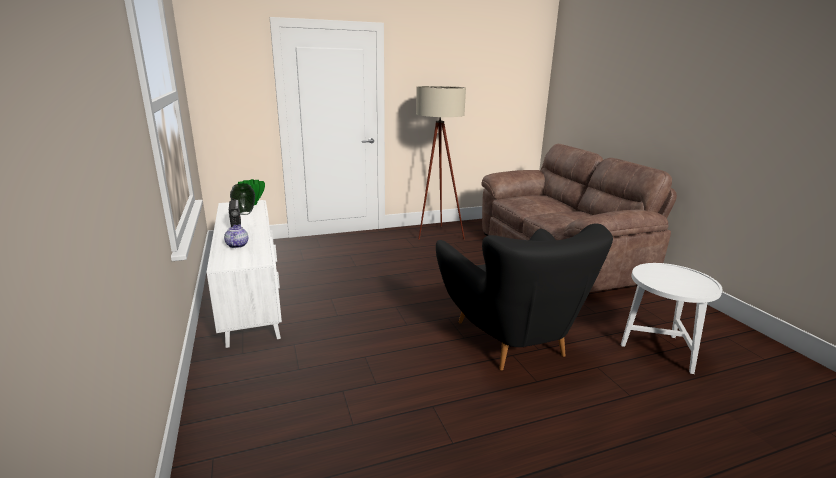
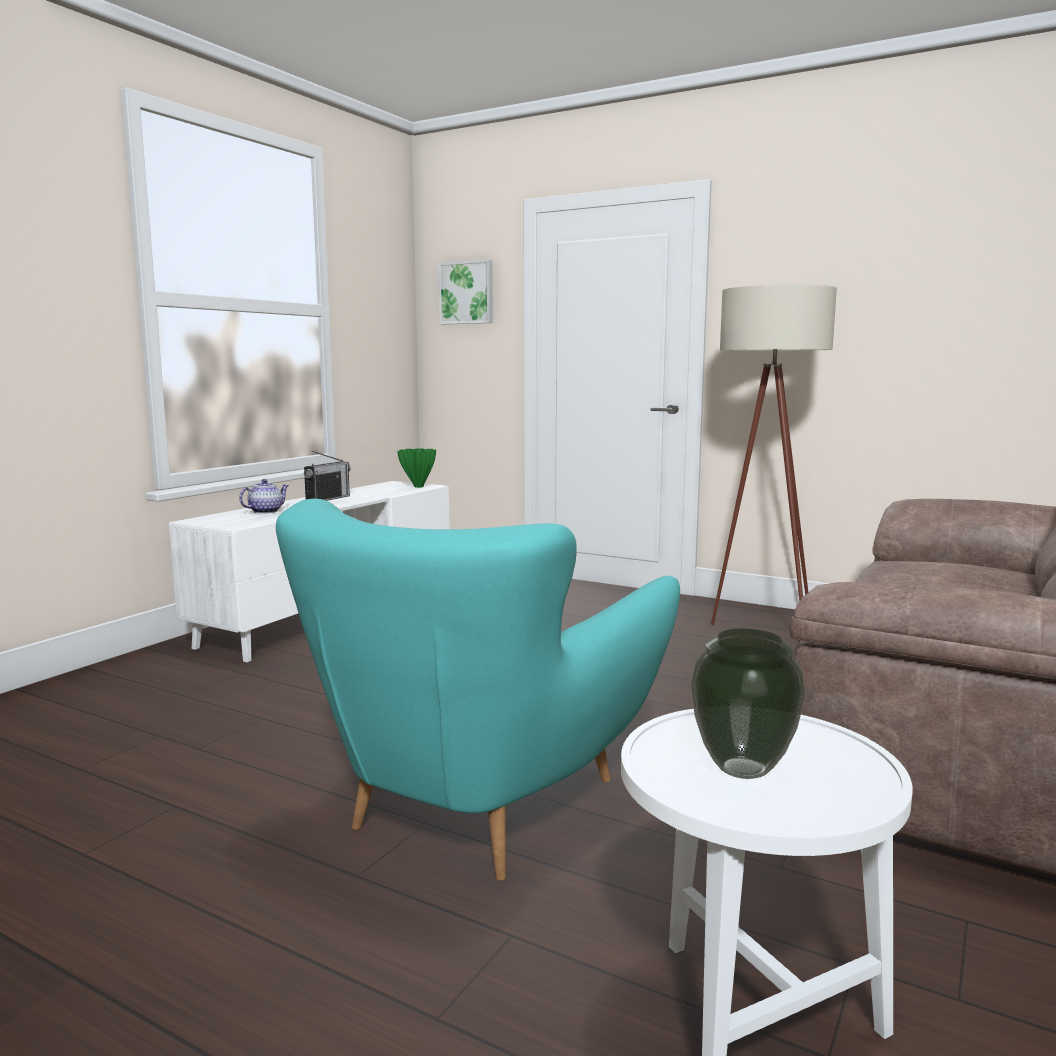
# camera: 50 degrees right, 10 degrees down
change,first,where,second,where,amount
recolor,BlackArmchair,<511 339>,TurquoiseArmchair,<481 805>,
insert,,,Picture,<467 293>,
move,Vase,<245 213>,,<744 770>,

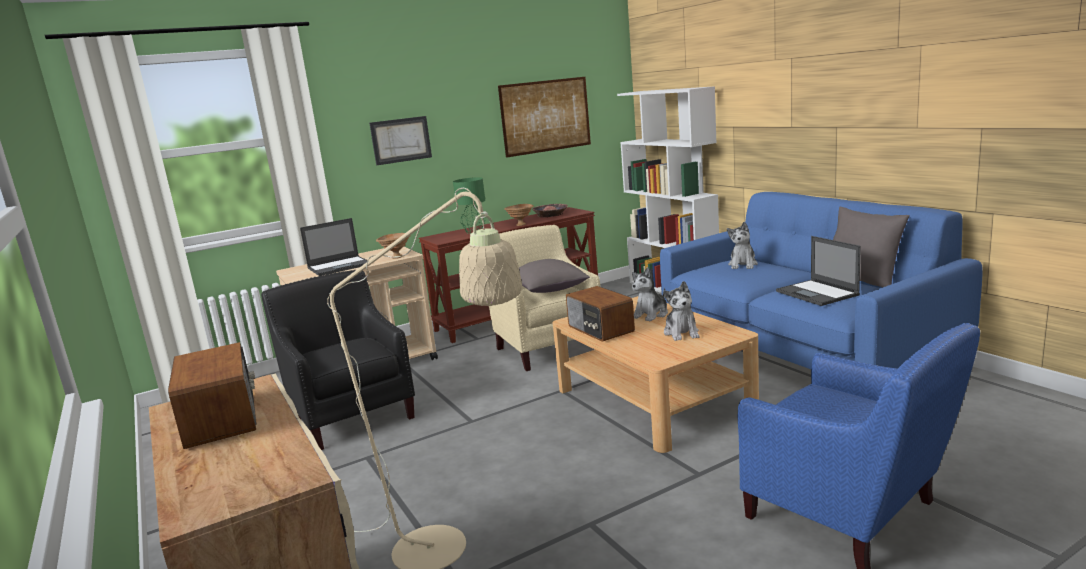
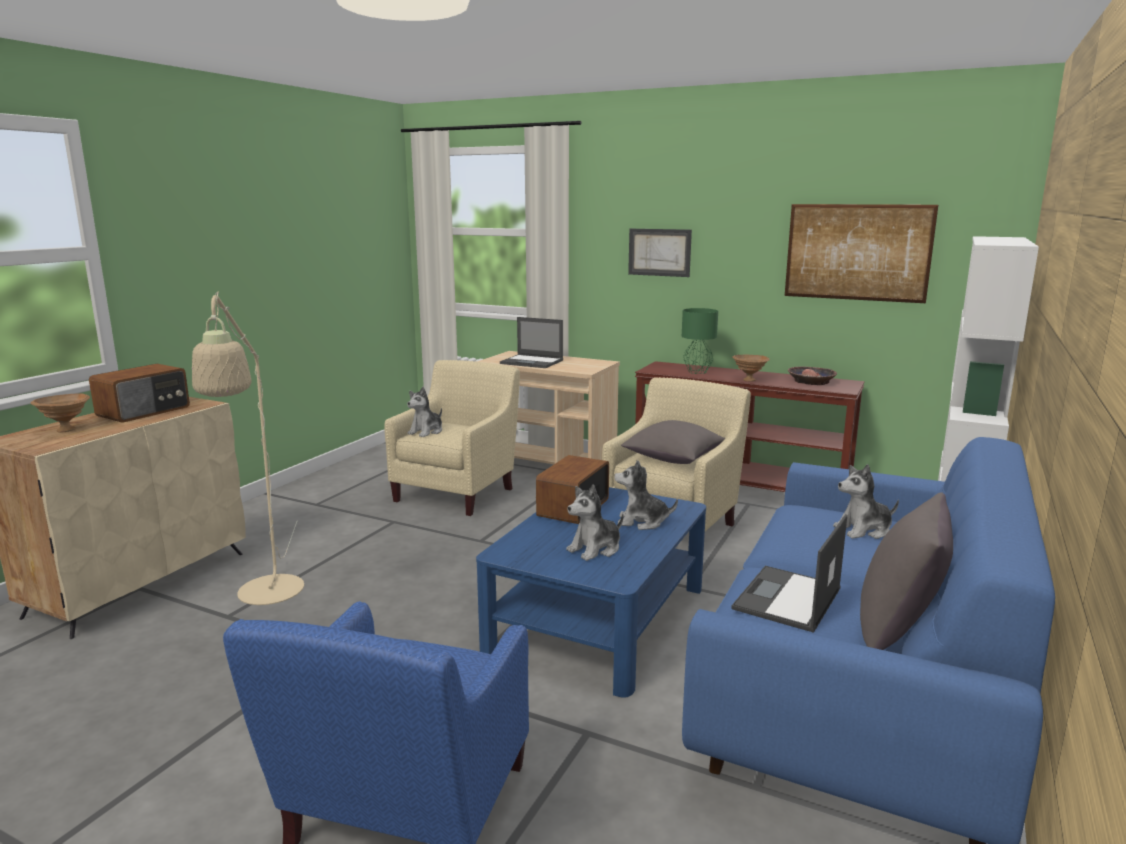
# camera: 55 degrees right, 0 degrees up
change,first,where,second,where,amount
move,BrownBowl,<396 257>,,<65 430>,
recolor,BlackArmchair,<352 414>,BeigeArmchair,<458 492>,
insert,,,PlushToy,<426 431>,
recolor,BeigeCoffeeTable,<653 400>,BlueCoffeeTable,<599 619>,

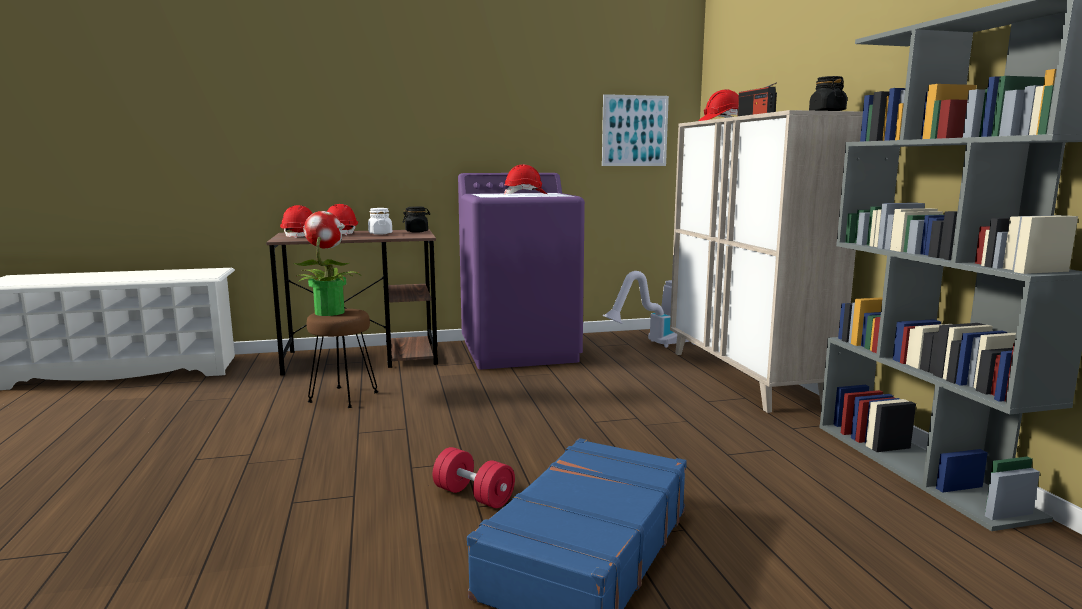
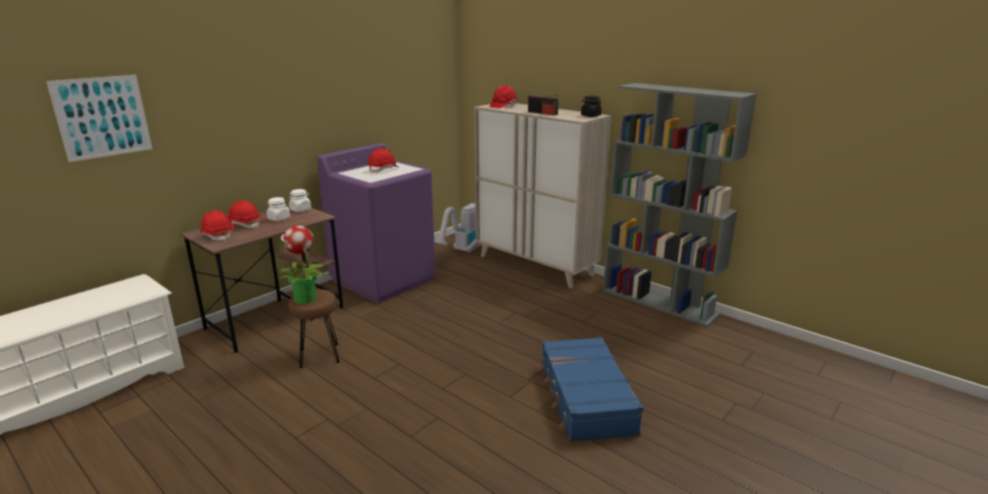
# camera: 35 degrees left, 10 degrees up
change,first,where,second,where,amount
move,Picture,<635 131>,,<102 117>,
recolor,BlackJar,<417 231>,WhiteJar,<300 209>,
delete,RedDumbbell,<474 496>,,,

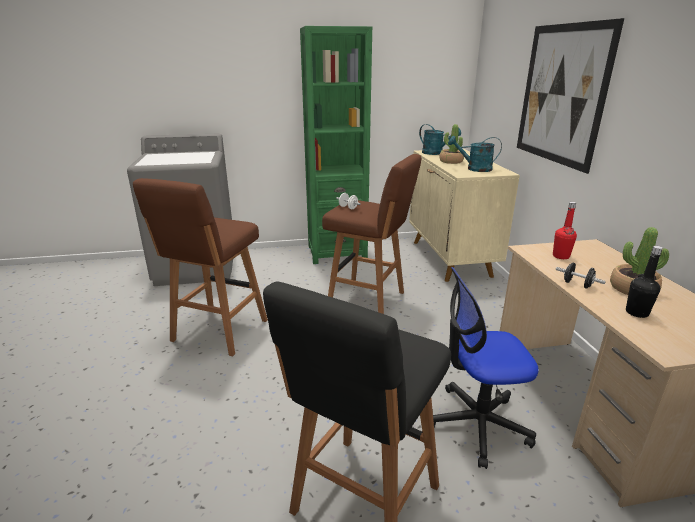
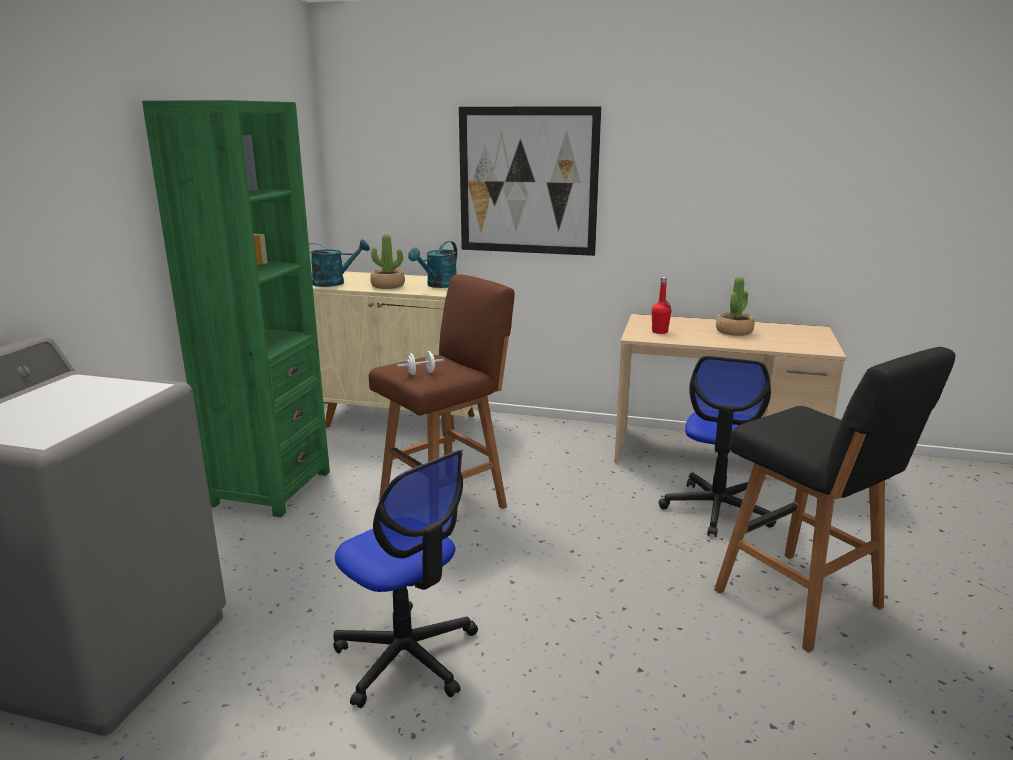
# camera: 65 degrees left, 5 degrees down
change,first,where,second,where,amount
replace,BrownStool,<218 332>,OfficeChair,<406 657>,
delete,BlackDumbbell,<577 284>,,,
delete,BlackBottle,<636 313>,,,

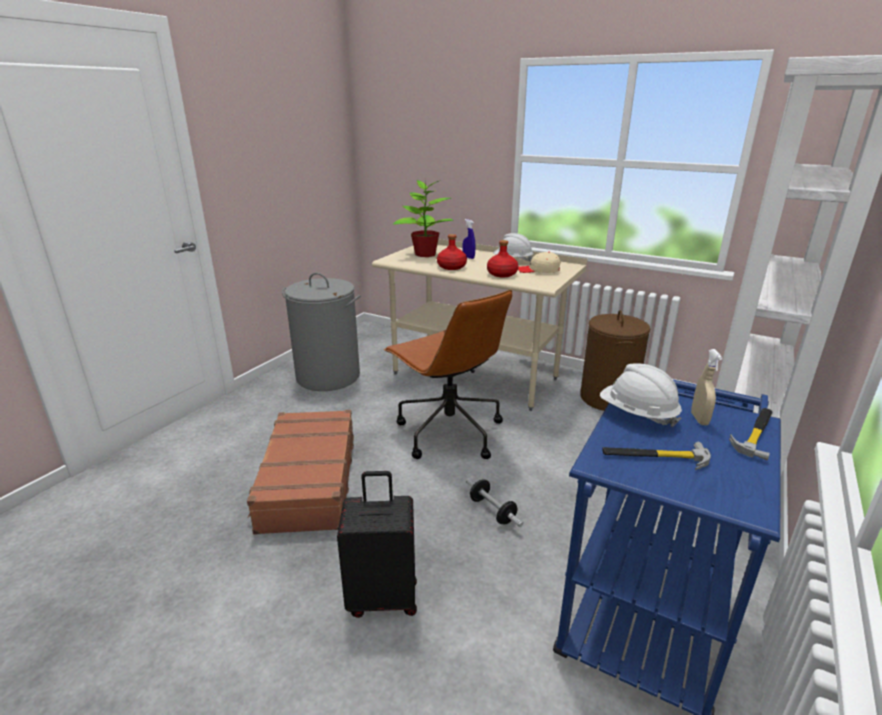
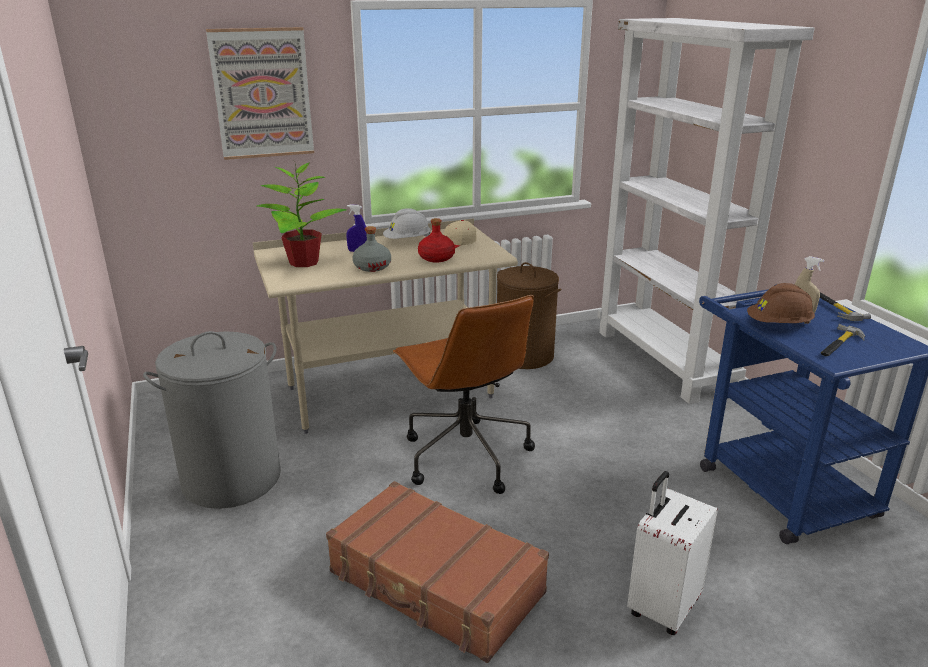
# camera: 50 degrees left, 0 degrees up
change,first,where,second,where,amount
insert,,,Picture,<262 94>,
recolor,RedBottle,<452 267>,GreyBottle,<372 267>,
rotate,BrownOfficeChair,<448 432>,,<465 455>,60 degrees clockwise
recolor,BlackSuitcase,<383 597>,WhiteSuitcase,<662 606>,
recolor,WhiteHardHat,<637 414>,BrownHardHat,<778 325>,
delete,Dumbbell,<492 511>,,,

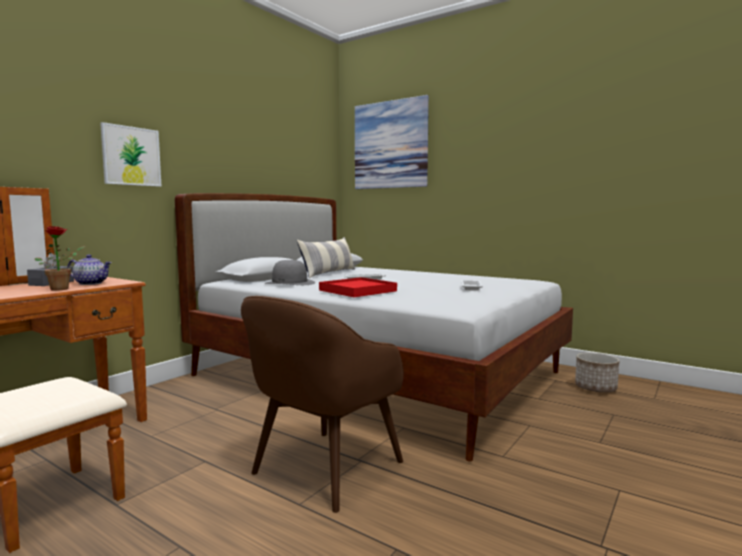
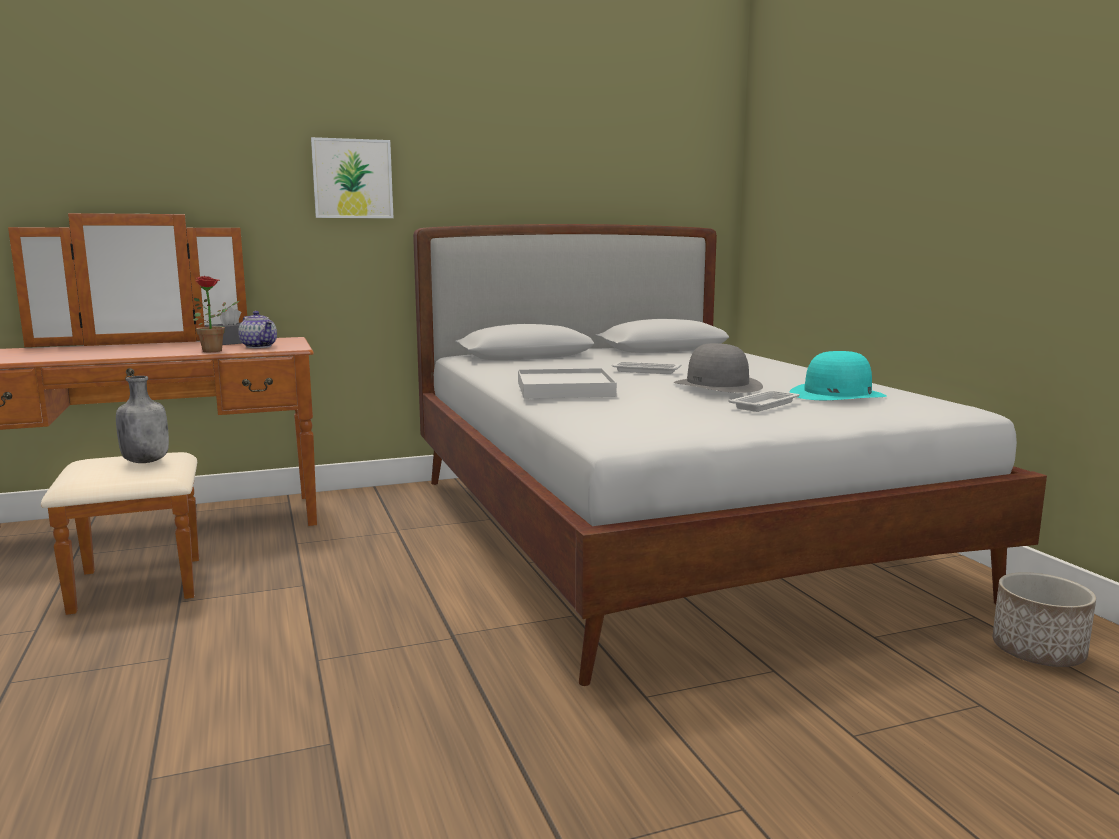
# camera: 35 degrees right, 5 degrees up
change,first,where,second,where,amount
insert,,,GreyBottle,<146 461>,
recolor,RedTray,<357 290>,WhiteTray,<565 389>,
move,GreyHat,<290 283>,,<718 385>,
insert,,,TurquoiseHat,<837 394>,
delete,BrownArmchair,<326 469>,,,
delete,Pillow,<329 273>,,,
delete,Picture,<390 145>,,,

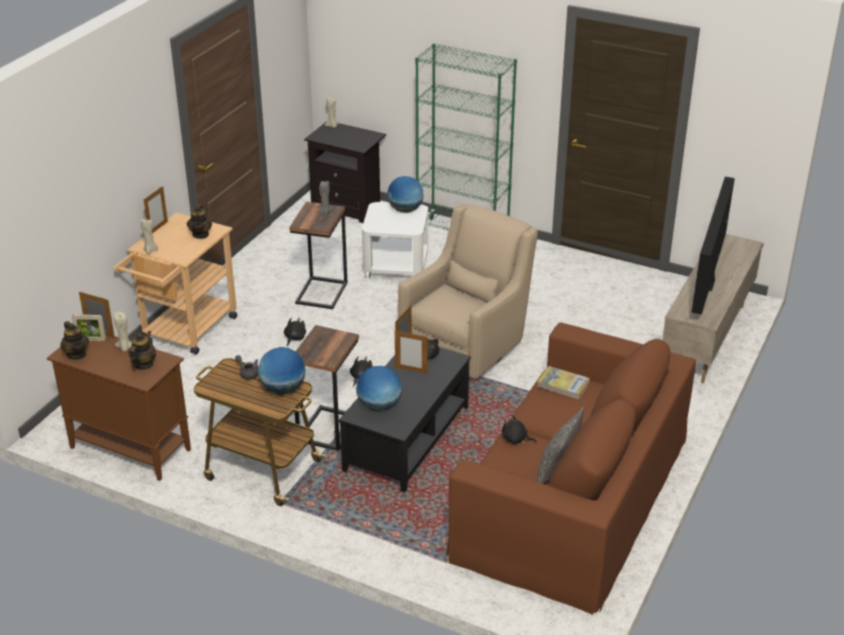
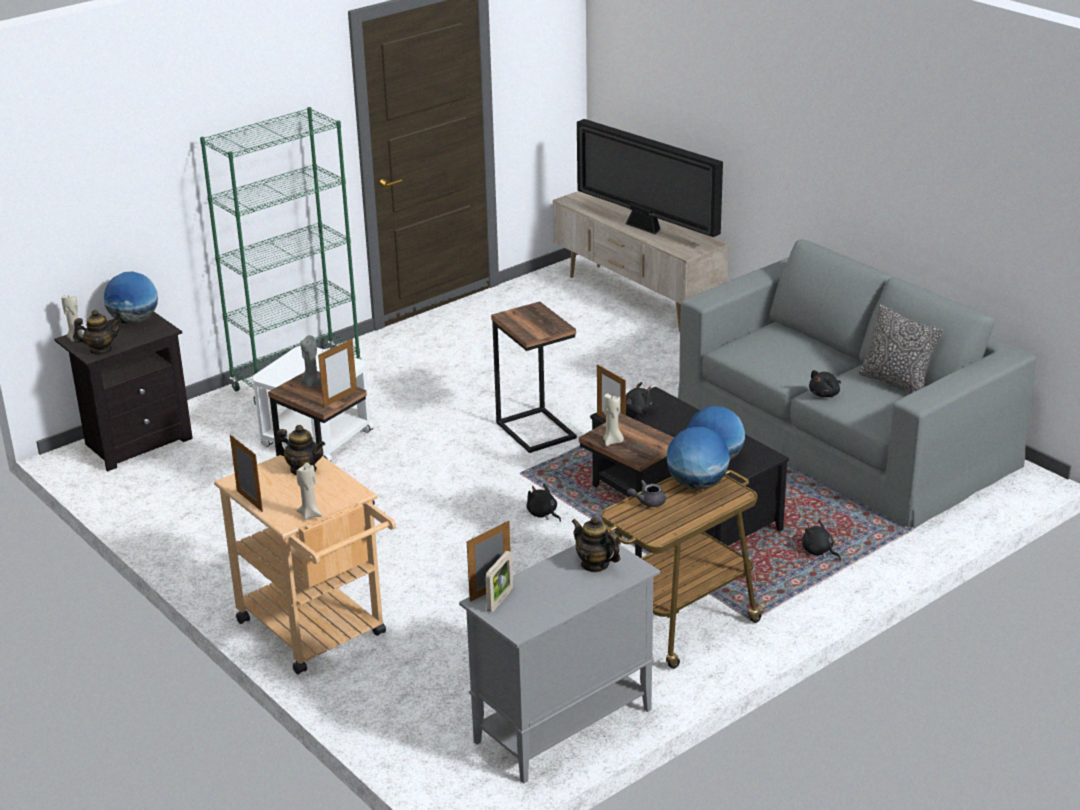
# camera: 65 degrees left, 5 degrees down
change,first,where,second,where,amount
move,Teapot,<77 354>,,<101 350>,
move,Globe,<405 210>,,<134 321>,
move,PictureFrame,<411 370>,,<340 398>,
recolor,BrownCabinet,<129 448>,GreyCabinet,<562 727>,
replace,BeigeArmchair,<468 346>,SideTable,<537 430>,
move,BeigeCandle,<125 348>,,<612 442>,
recolor,BrownSofa,<573 496>,GreySofa,<845 433>,
move,BlackPlushToy,<294 338>,,<818 551>,
delete,Book,<563 384>,,,

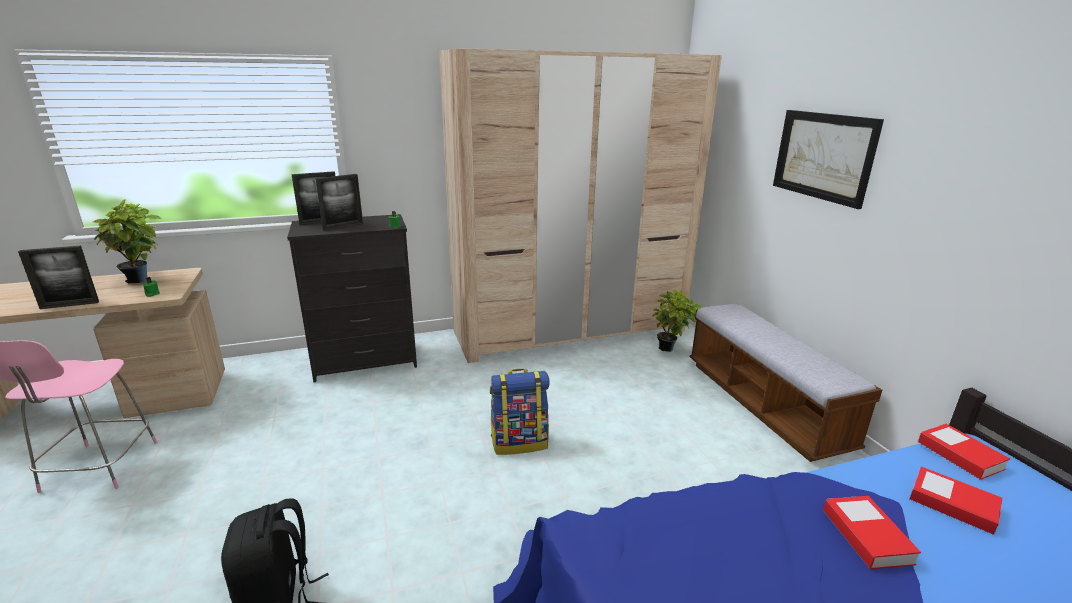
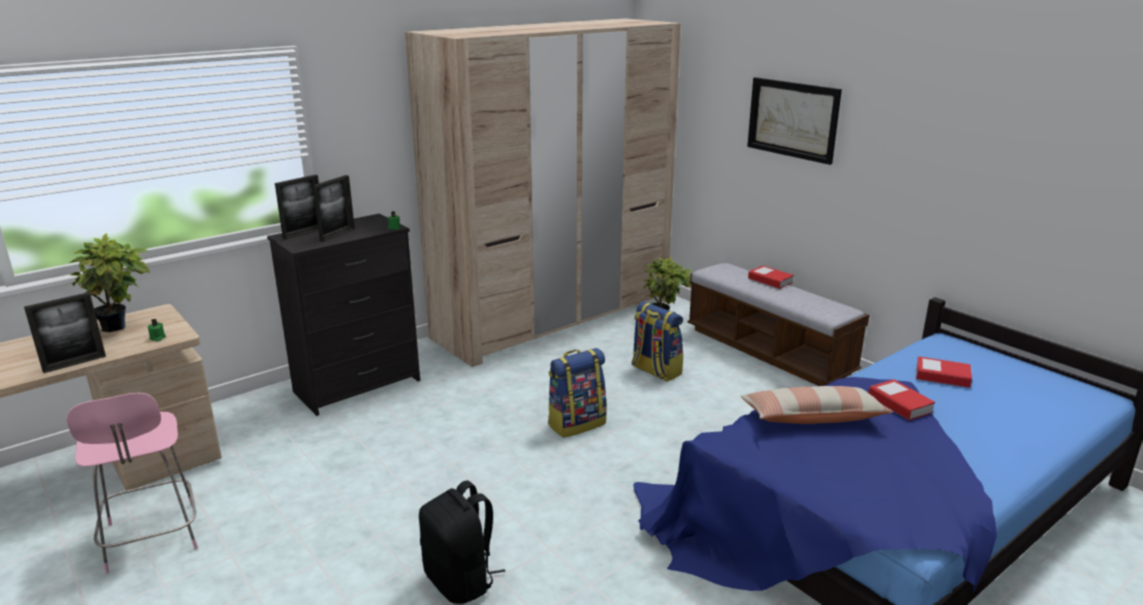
# camera: 20 degrees left, 0 degrees up
change,first,where,second,where,amount
insert,,,Backpack,<655 371>,
insert,,,Pillow,<812 418>,
move,Book,<959 455>,,<770 280>,

